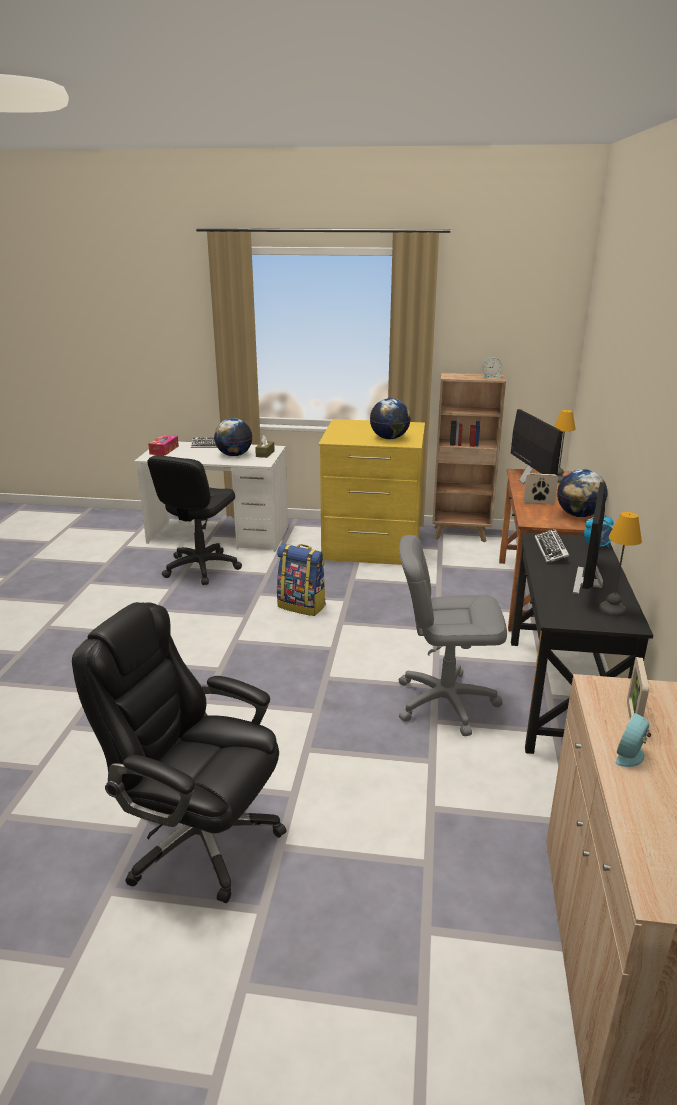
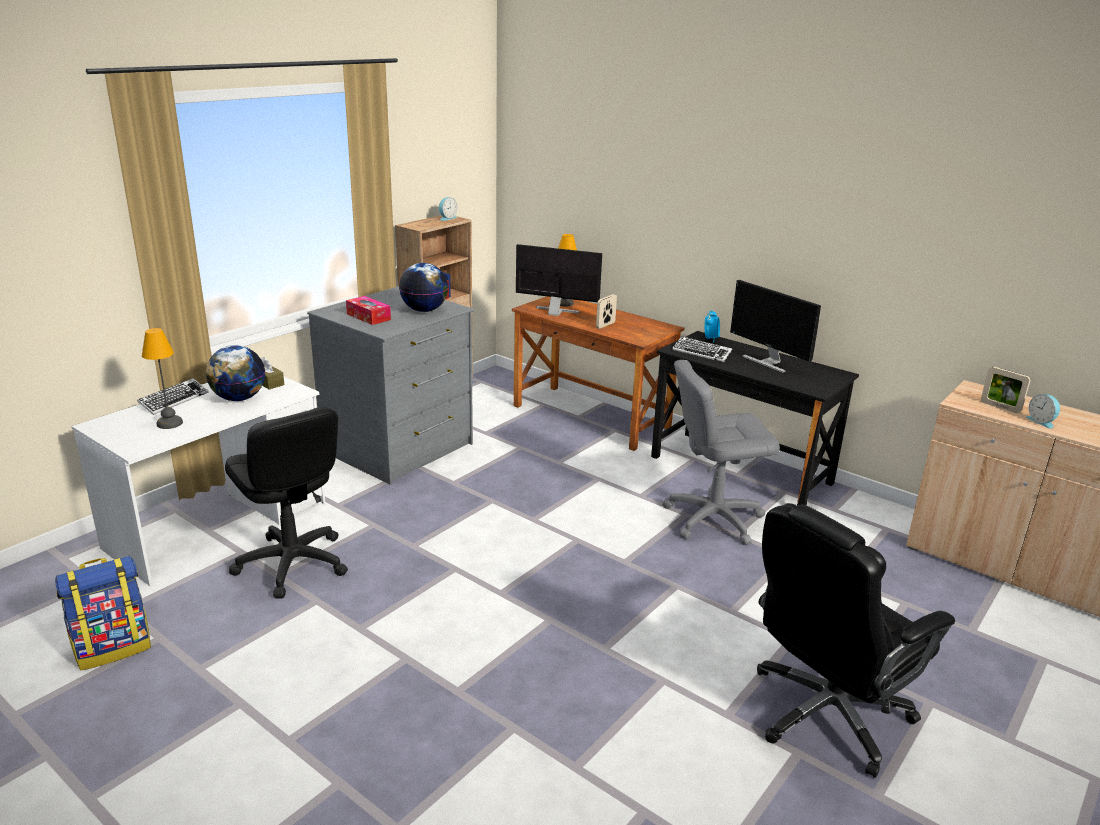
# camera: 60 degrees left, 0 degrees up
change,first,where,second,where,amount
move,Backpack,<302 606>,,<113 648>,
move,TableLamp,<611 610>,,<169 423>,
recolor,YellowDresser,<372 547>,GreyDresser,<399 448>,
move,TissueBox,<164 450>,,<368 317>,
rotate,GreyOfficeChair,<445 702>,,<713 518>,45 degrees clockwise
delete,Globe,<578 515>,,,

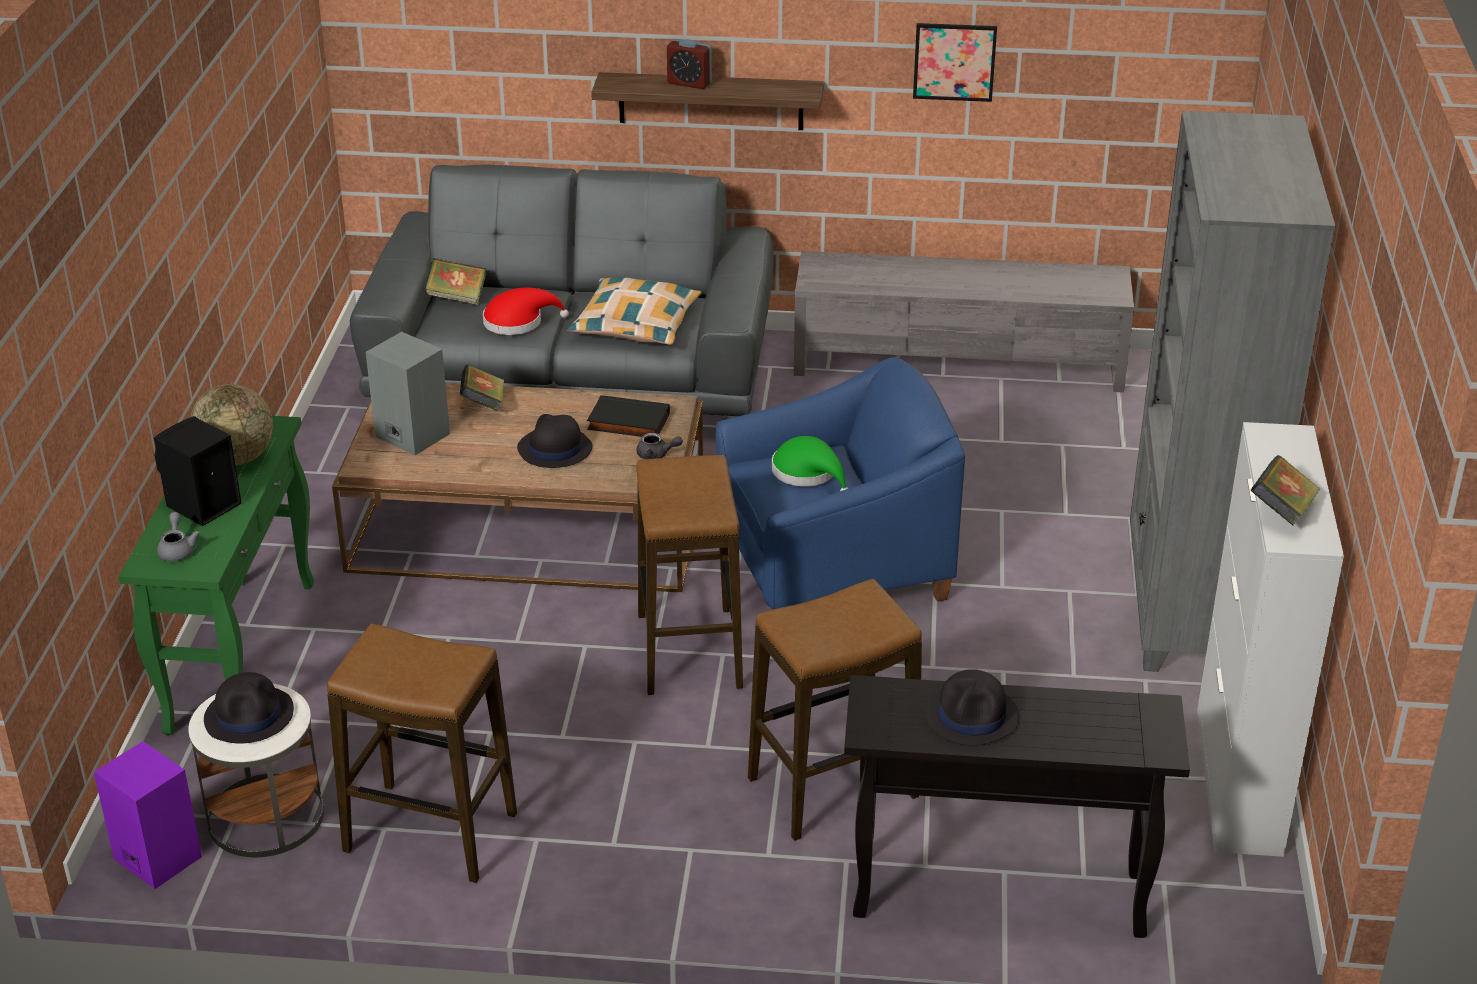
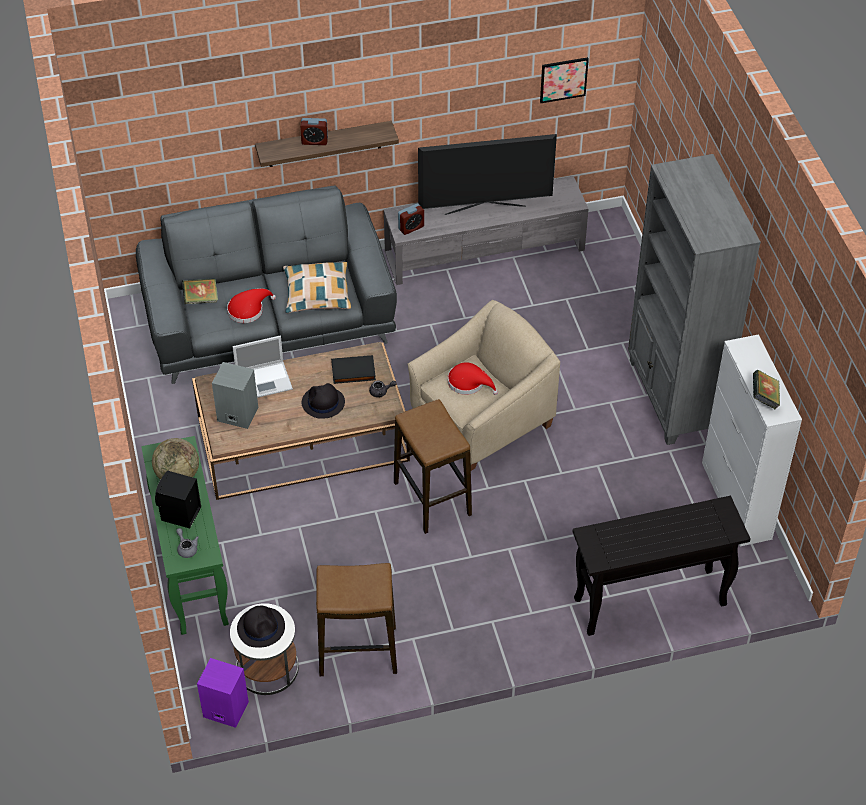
# camera: 20 degrees left, 15 degrees up
change,first,where,second,where,amount
replace,Book,<483 404>,Laptop,<265 380>,
insert,,,AlarmClock,<411 228>,
recolor,BlueArmchair,<834 567>,BeigeArmchair,<482 420>,
insert,,,Television,<485 209>,
recolor,GreenHat,<808 473>,RedHat,<469 383>,
move,Picture,<954 62>,,<563 79>,
delete,Stool,<832 788>,,,
delete,BlackHat,<972 716>,,,

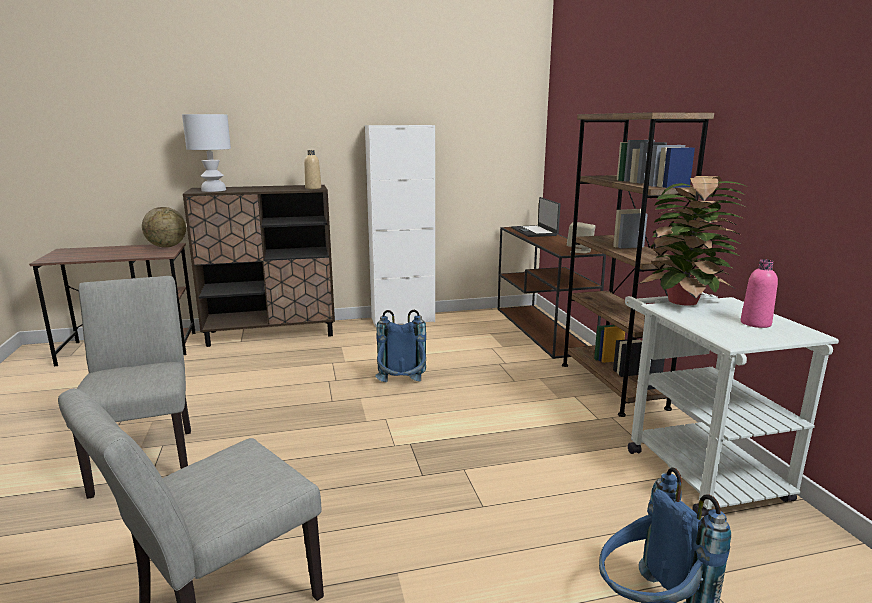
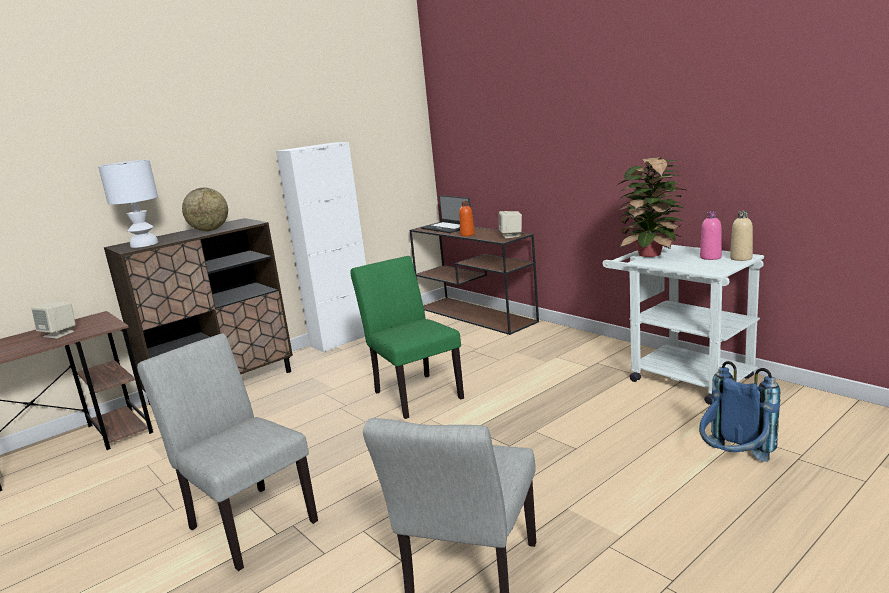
# camera: 25 degrees left, 0 degrees up
change,first,where,second,where,amount
insert,,,BeigeSpeaker,<59 334>,
move,Globe,<166 246>,,<209 230>,
replace,BlueBackpack,<402 388>,GreenChair,<414 393>,
insert,,,OrangeBottle,<467 234>,
move,BeigeBottle,<313 188>,,<741 258>,
delete,BrownBookcase,<612 385>,,,

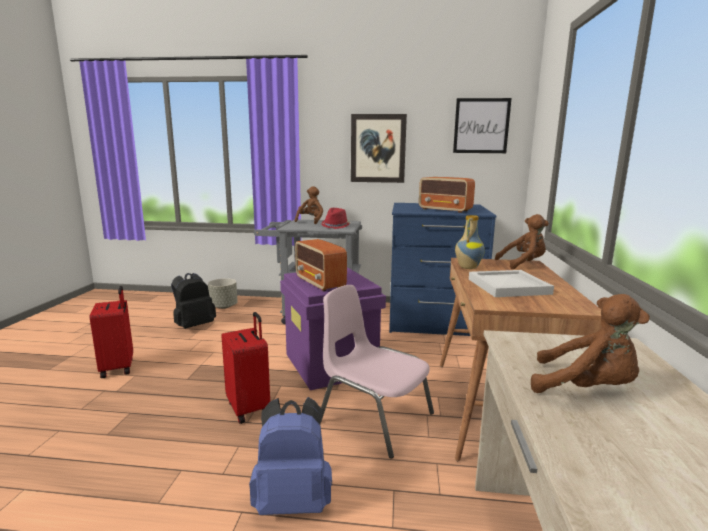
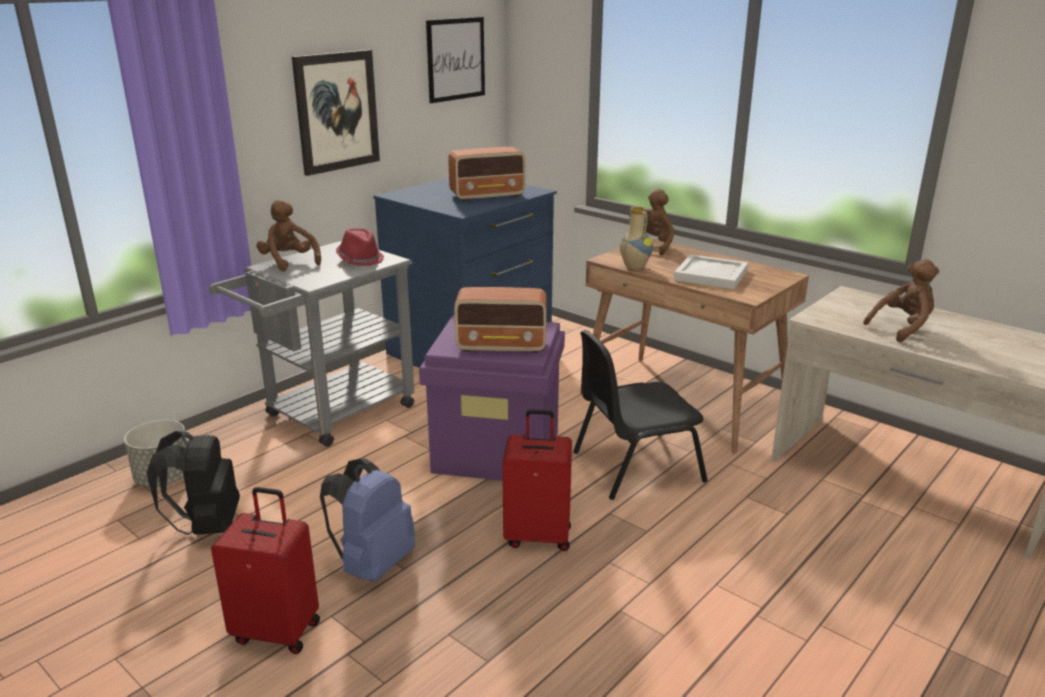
# camera: 55 degrees left, 10 degrees up
change,first,where,second,where,amount
move,BlueBackpack,<293 500>,,<372 564>,
recolor,PinkChair,<374 417>,BlackChair,<635 466>,

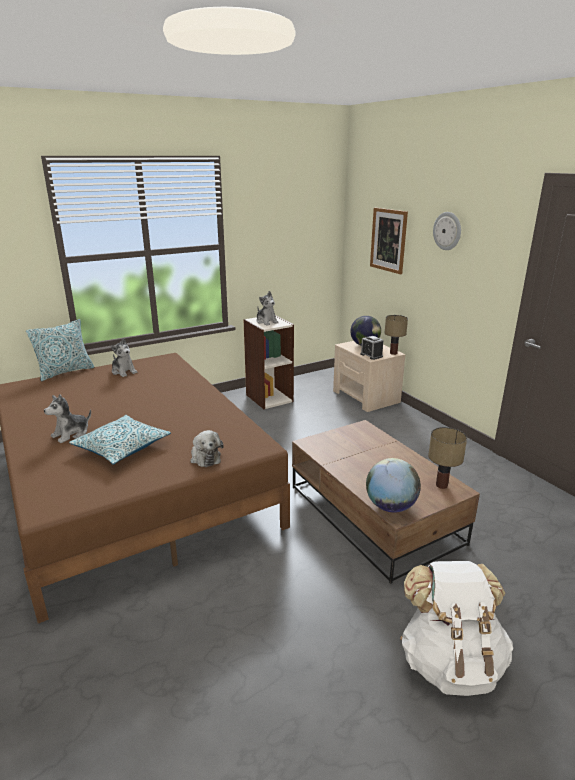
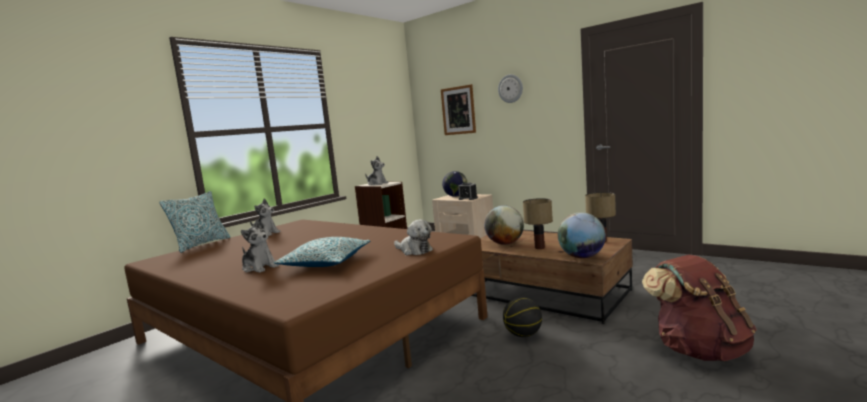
# camera: 20 degrees left, 15 degrees down
change,first,where,second,where,amount
rotate,PlushToy,<71 434>,,<259 267>,75 degrees counterclockwise
insert,,,Globe,<505 243>,
insert,,,Basketball,<523 335>,
move,TableLamp,<393 353>,,<539 247>,
recolor,WhiteBackpack,<450 662>,BrownBackpack,<699 350>,

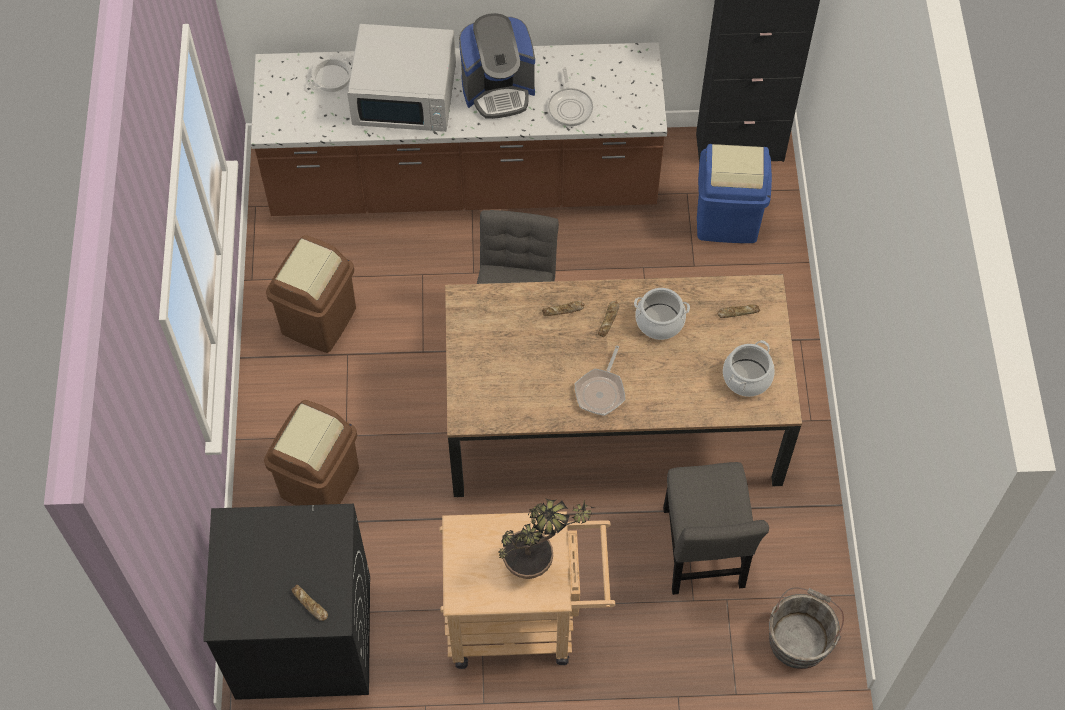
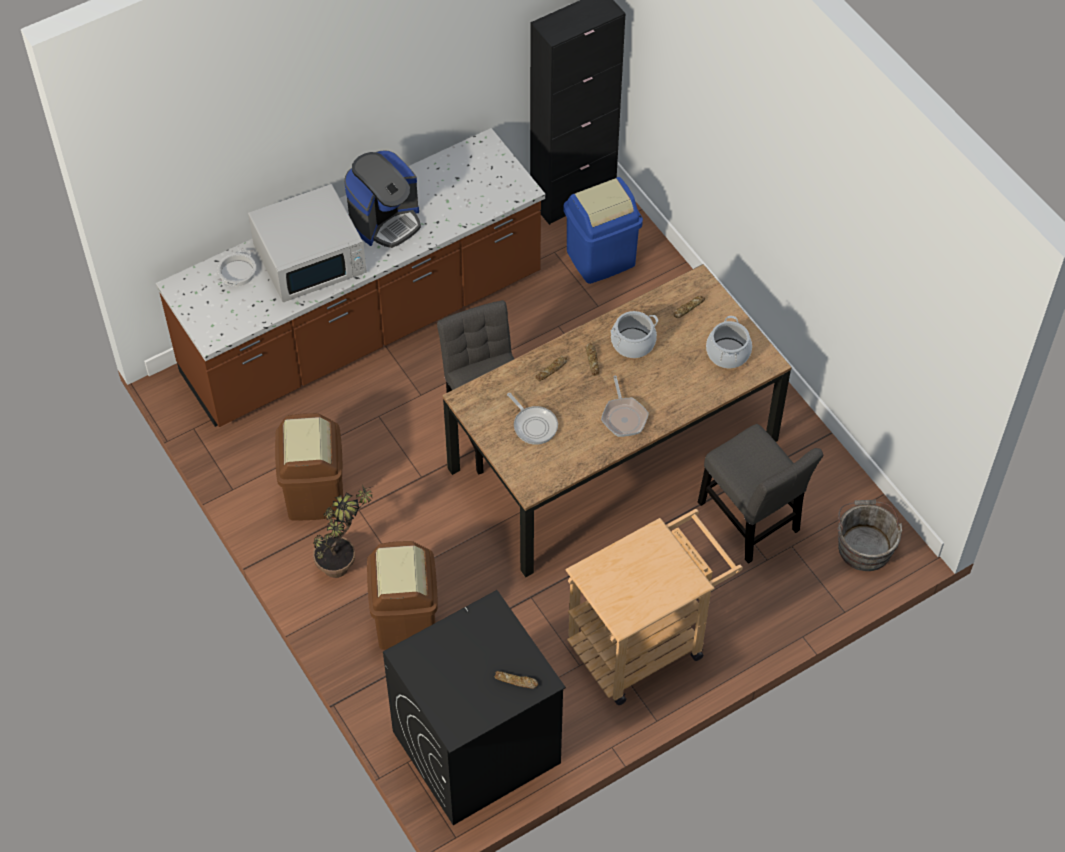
# camera: 30 degrees left, 5 degrees down
change,first,where,second,where,amount
move,PottedPlant,<539 563>,,<344 562>,
move,FryingPan,<570 107>,,<533 425>,

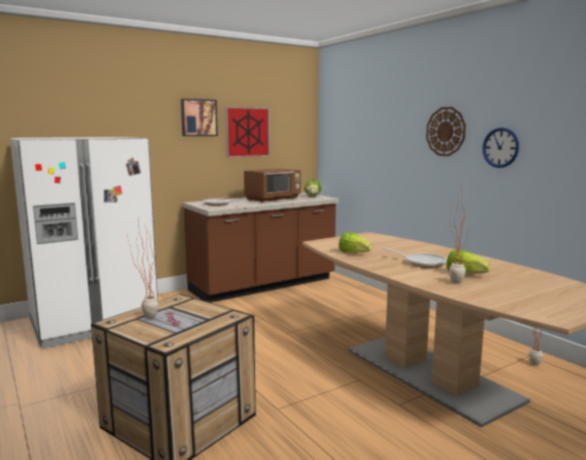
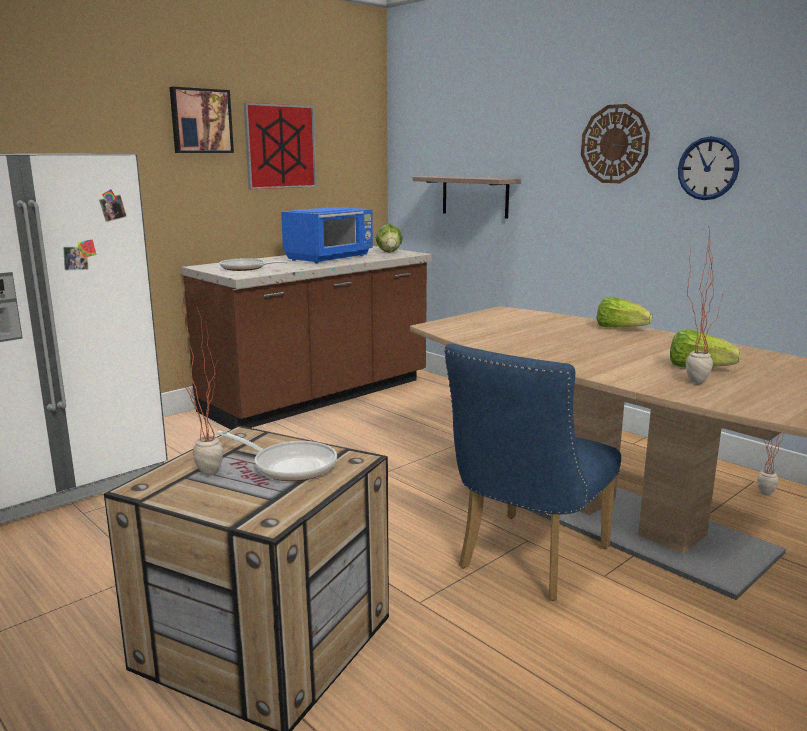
# camera: 10 degrees left, 5 degrees up
change,first,where,second,where,amount
move,FryingPan,<422 263>,,<289 466>,
recolor,BrownMicrowave,<273 199>,BlueMicrowave,<330 258>,
insert,,,Shelf,<475 196>,
insert,,,BlueChair,<526 561>,
move,Lettuce,<354 253>,,<619 328>,

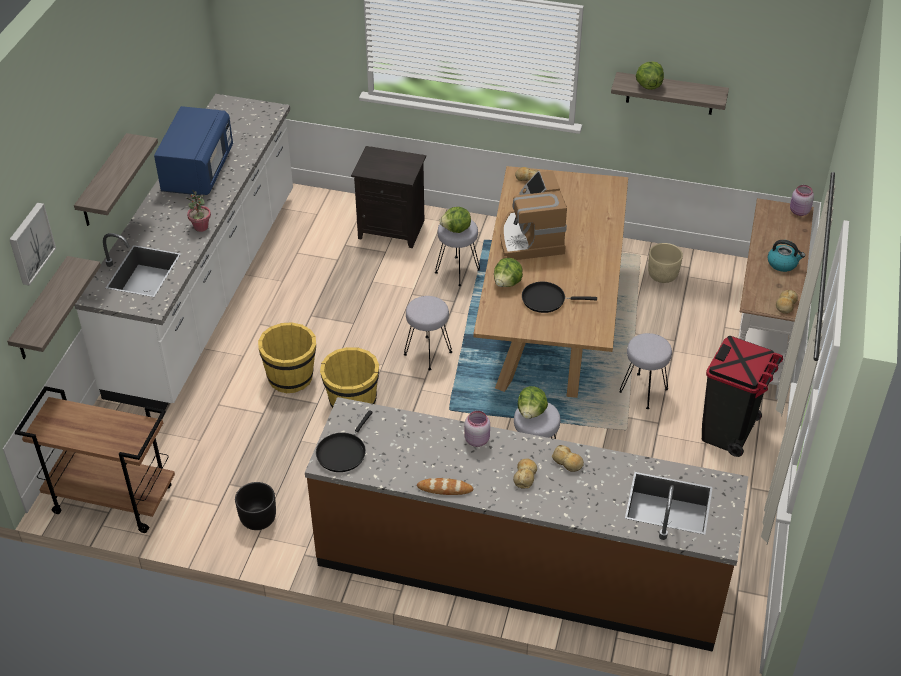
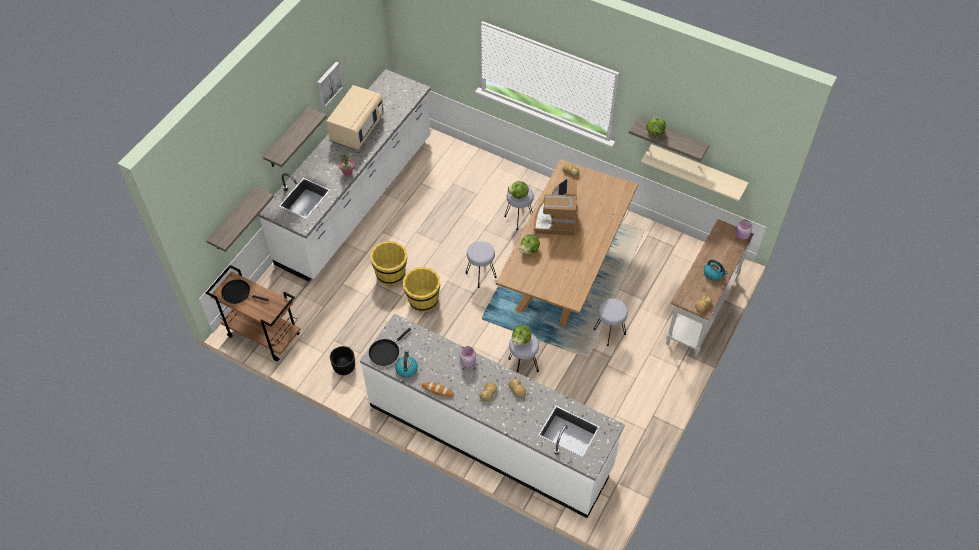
# camera: 15 degrees right, 10 degrees up
change,first,where,second,where,amount
move,BlackFryingPan,<547 300>,,<238 293>,
move,Picture,<30 243>,,<328 83>,
recolor,BlueMicrowave,<197 171>,BeigeMicrowave,<357 129>,
recolor,BrownCounter,<520 568>,WhiteCounter,<489 436>,
insert,,,Kettle,<406 368>,
insert,,,BeigeShelf,<697 170>,
delete,BlackNightstand,<392 229>,,,
delete,BeigePlanter,<663 275>,,,
delete,BlackTrashCan,<729 431>,,,

